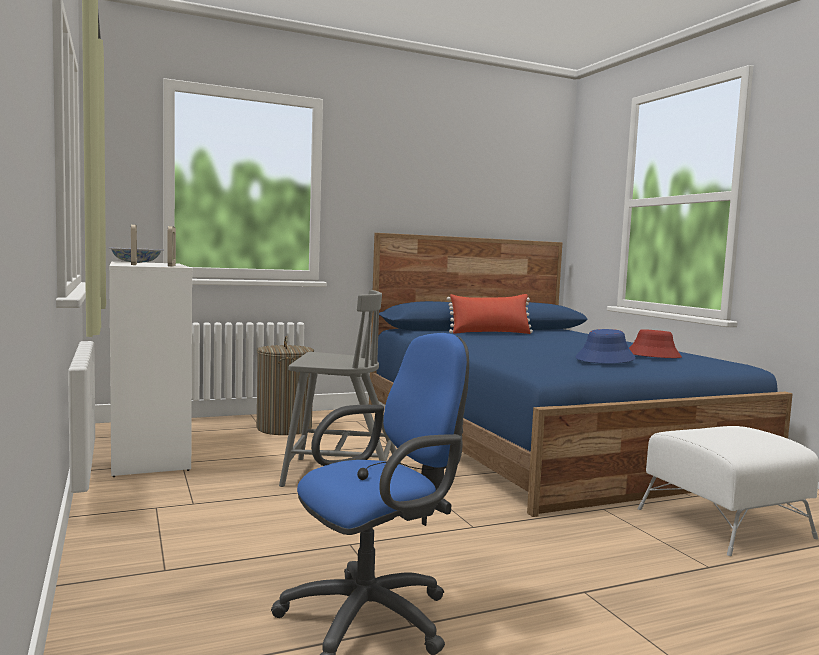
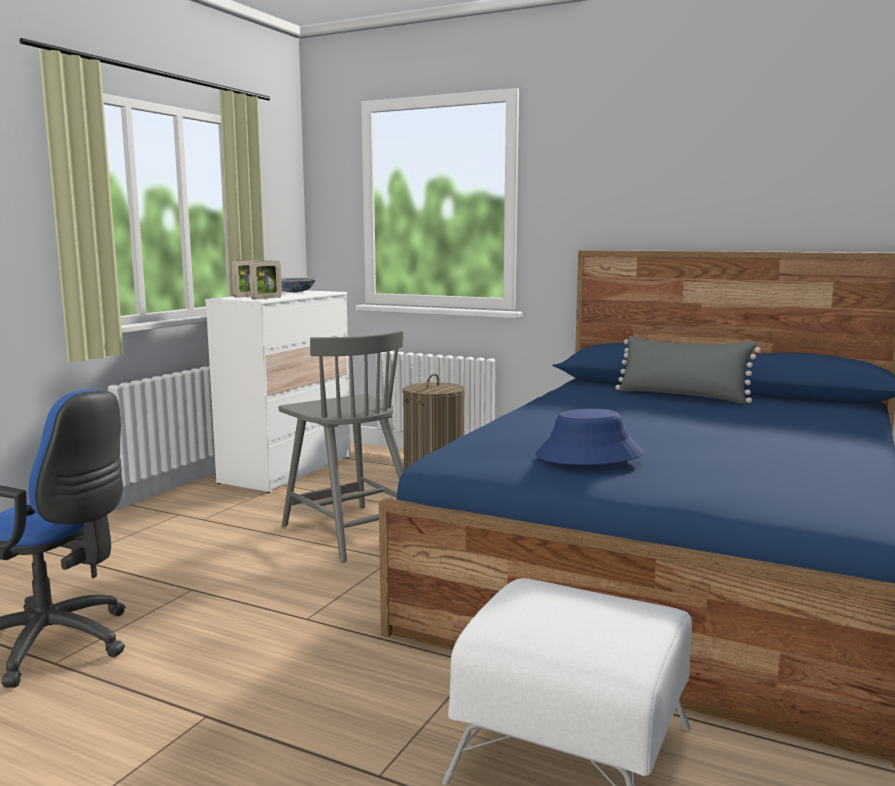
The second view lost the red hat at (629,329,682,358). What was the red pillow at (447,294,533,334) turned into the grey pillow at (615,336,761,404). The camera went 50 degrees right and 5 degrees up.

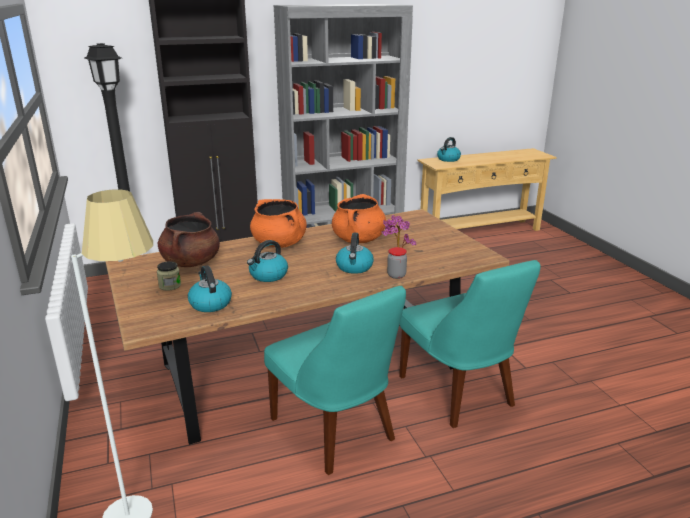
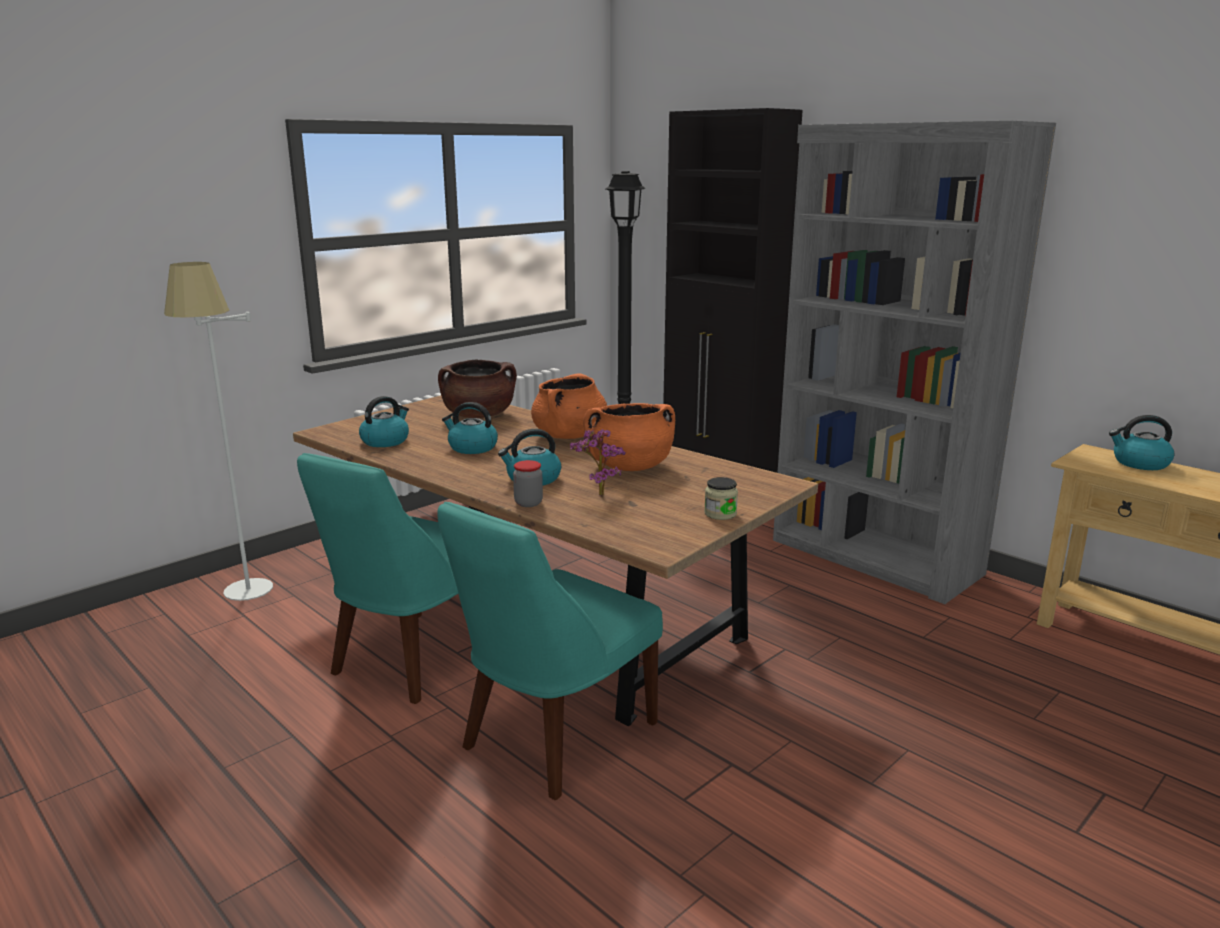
The jar ended up elsewhere, having gone from (157,261,181,291) to (704,477,738,520). The camera went 65 degrees right and 5 degrees down.

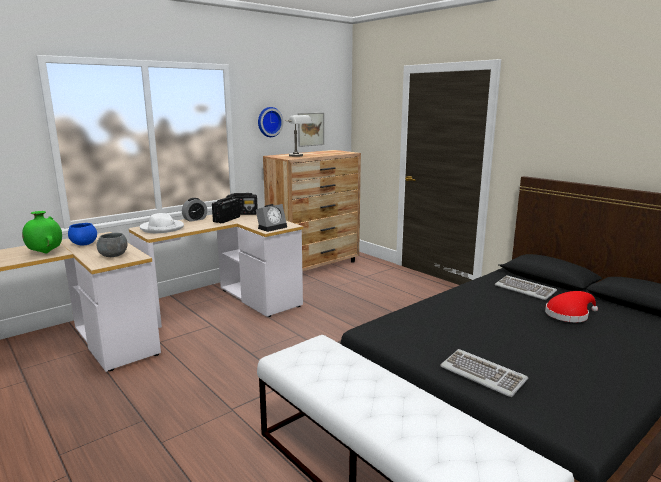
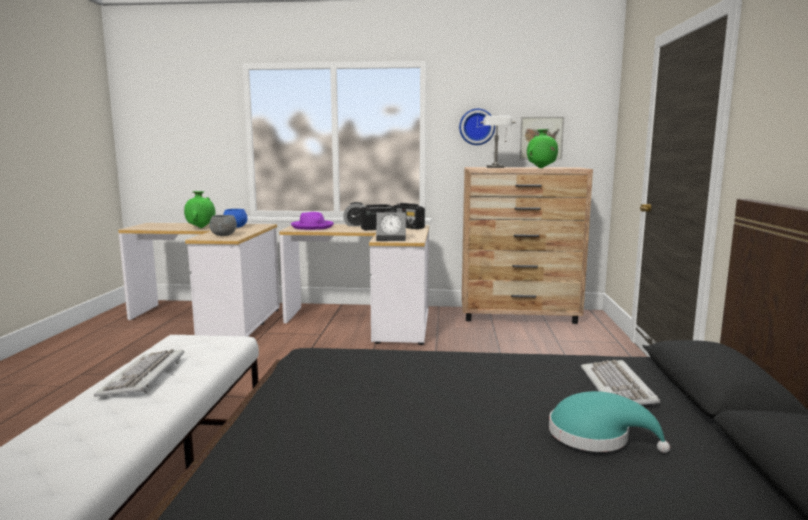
The second view gained the green vase at (527,129,558,168). The keyboard ended up elsewhere, having gone from (440,349,528,397) to (94,349,184,397). What was the white hat at (140,213,184,233) turned into the purple hat at (291,212,334,230). What was the red hat at (545,291,598,322) turned into the turquoise hat at (549,391,670,453). The camera went 45 degrees right and 5 degrees down.

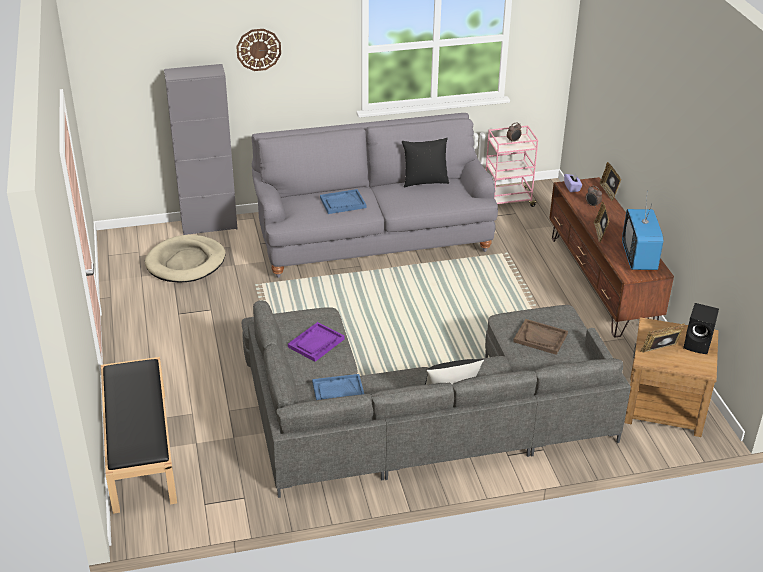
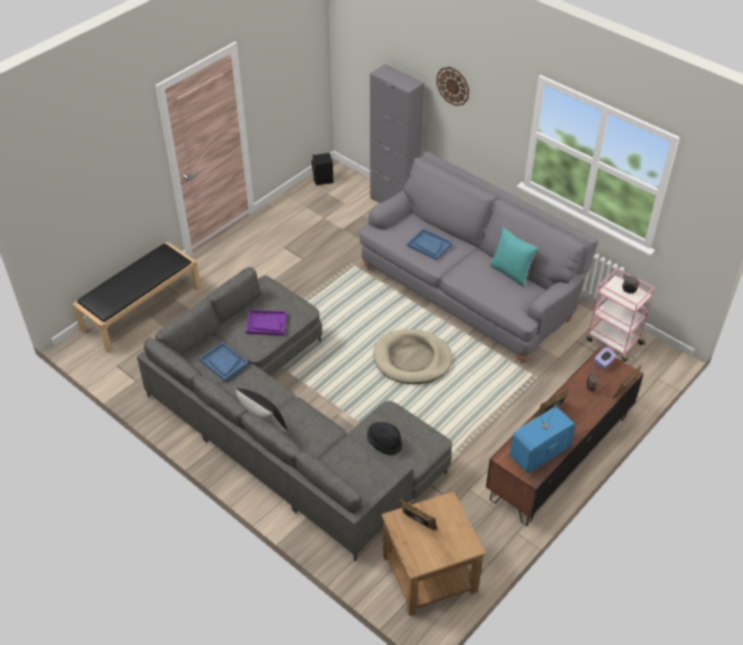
The beige dog bed ended up elsewhere, having gone from (145,235,226,283) to (373,329,452,384). The black speaker ended up elsewhere, having gone from (683,303,719,354) to (312,153,334,185). Where the brown tray stood at (513,319,568,355), the black hat came to stand at (367,422,402,455). What was the black pillow at (402,138,449,187) turned into the turquoise pillow at (489,227,539,287). The camera went 55 degrees right and 10 degrees up.

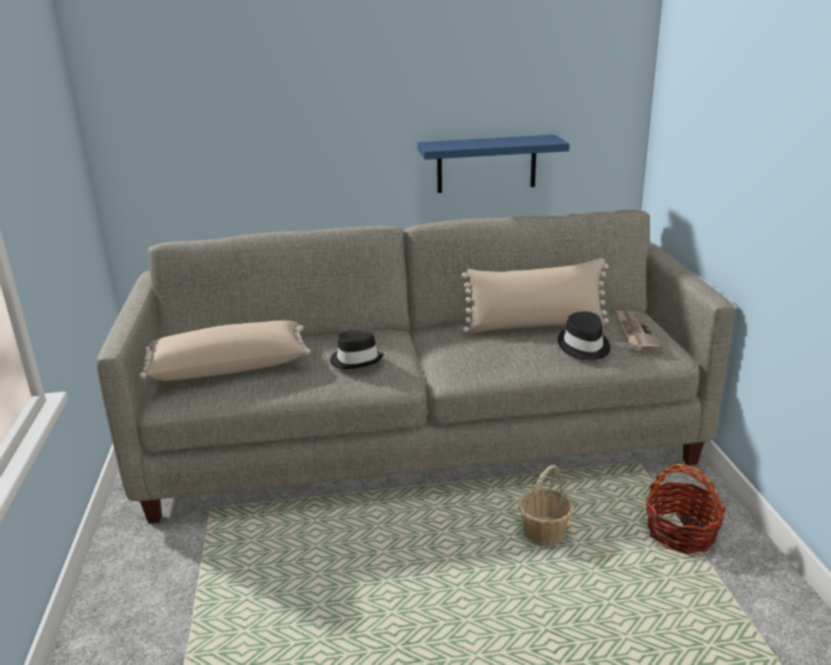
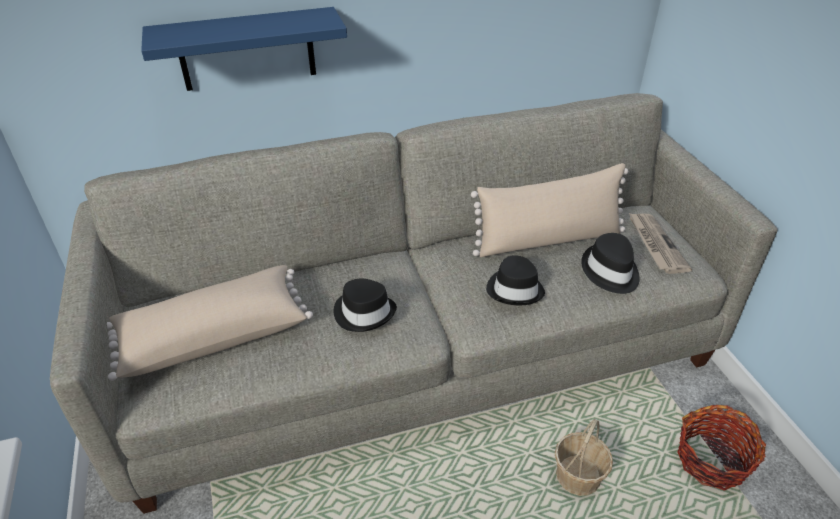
The second view gained the black hat at (486,255,545,305). The blue shelf ended up elsewhere, having gone from (417,135,570,193) to (141,7,347,91). The camera went 10 degrees left and 15 degrees up.

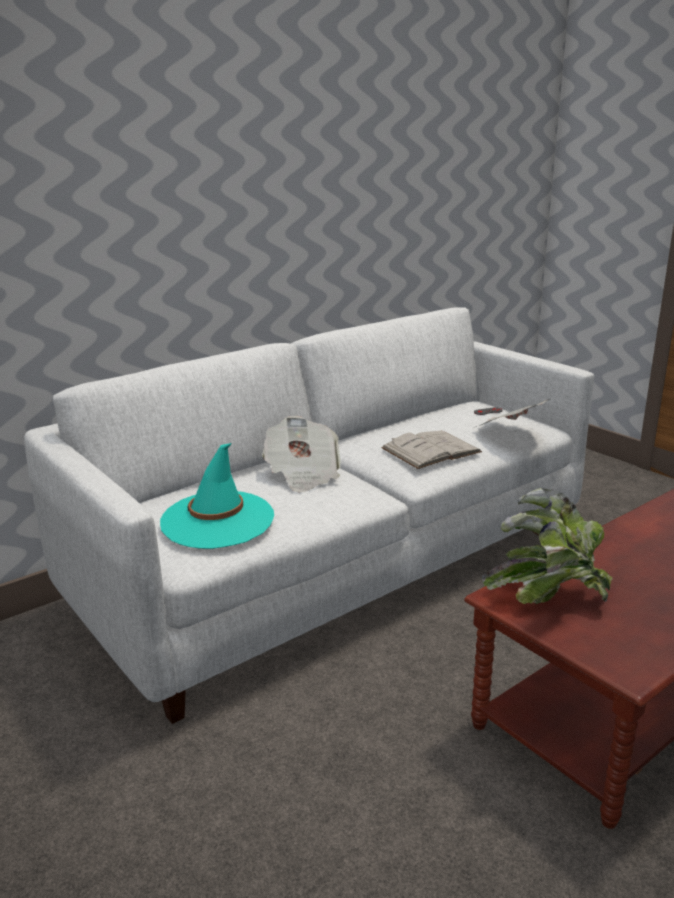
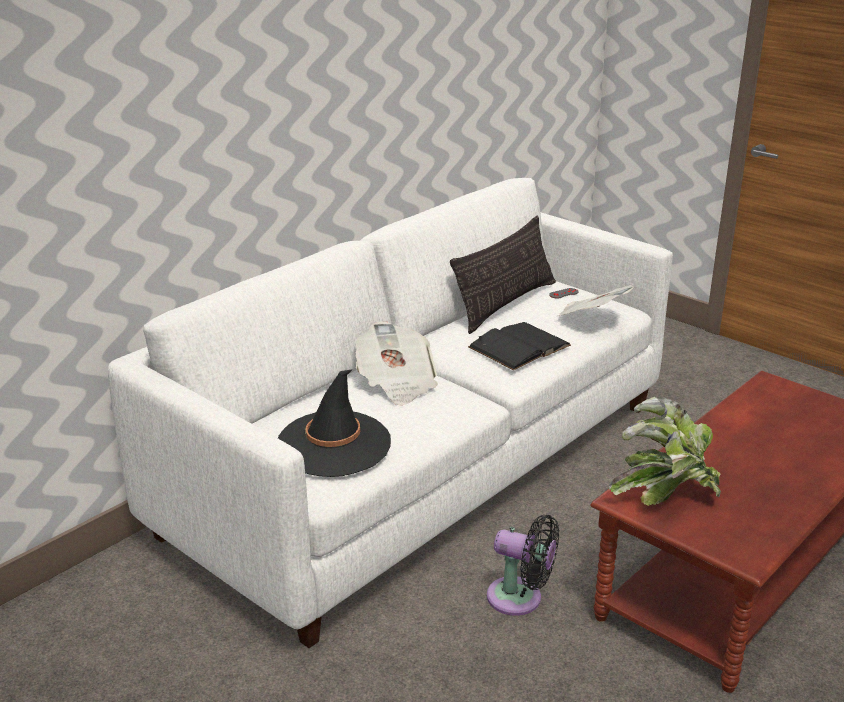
The second view gained the pillow at (450,215,556,334). The second view gained the black fan at (487,515,559,616). What was the turquoise hat at (160,443,274,549) turned into the black hat at (278,369,391,477). What was the white book at (381,430,482,469) turned into the black book at (468,322,571,370). The camera went 10 degrees left and 5 degrees up.

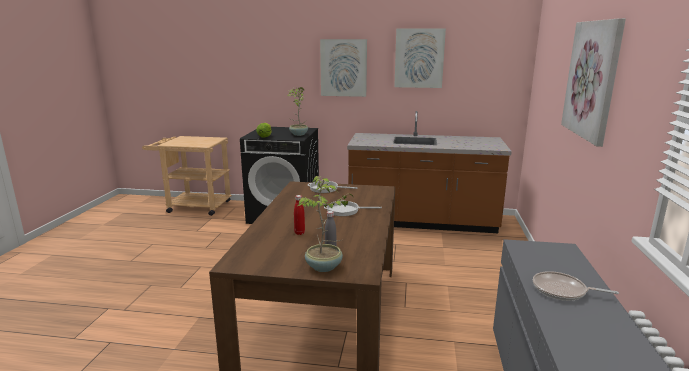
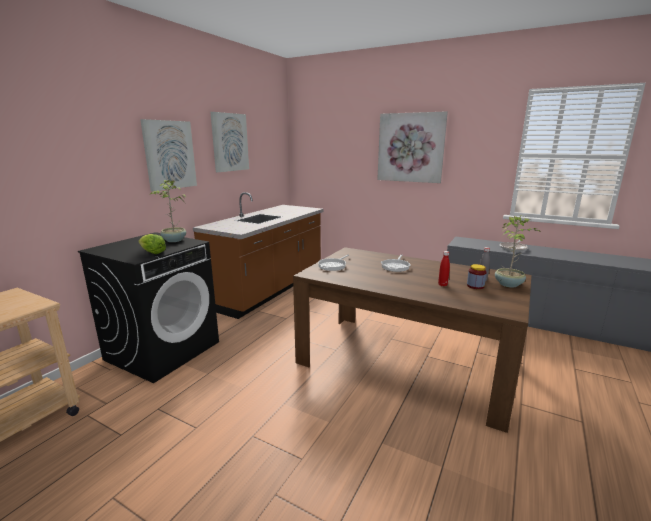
The second view gained the jar at (467,264,487,289). The camera went 70 degrees left and 0 degrees up.

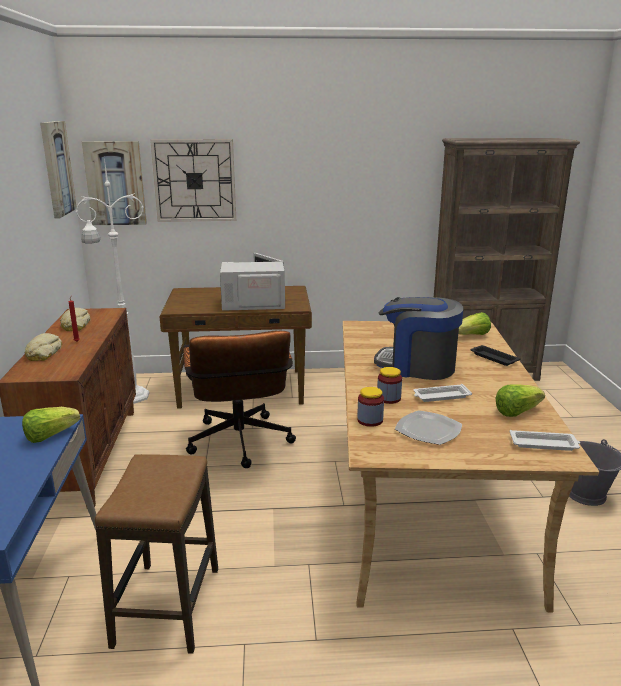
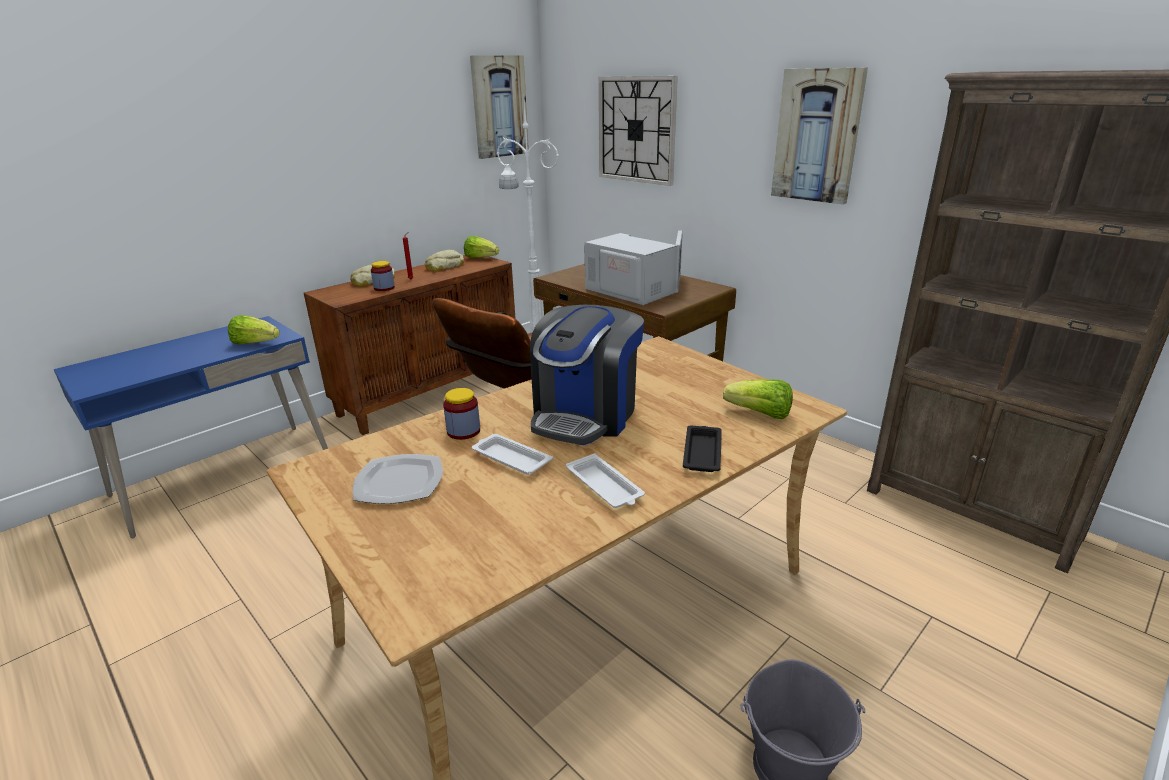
The second view lost the stool at (95,454,218,654). The picture ended up elsewhere, having gone from (82,141,147,225) to (771,67,868,205). The jar ended up elsewhere, having gone from (357,387,384,427) to (371,261,395,291). The lettuce ended up elsewhere, having gone from (496,384,545,417) to (464,236,499,258). The white tray ended up elsewhere, having gone from (510,430,580,451) to (566,453,645,508). The coffee machine at (374,297,464,380) ended up facing another way, 135 degrees counterclockwise from before. The camera went 50 degrees right and 5 degrees up.

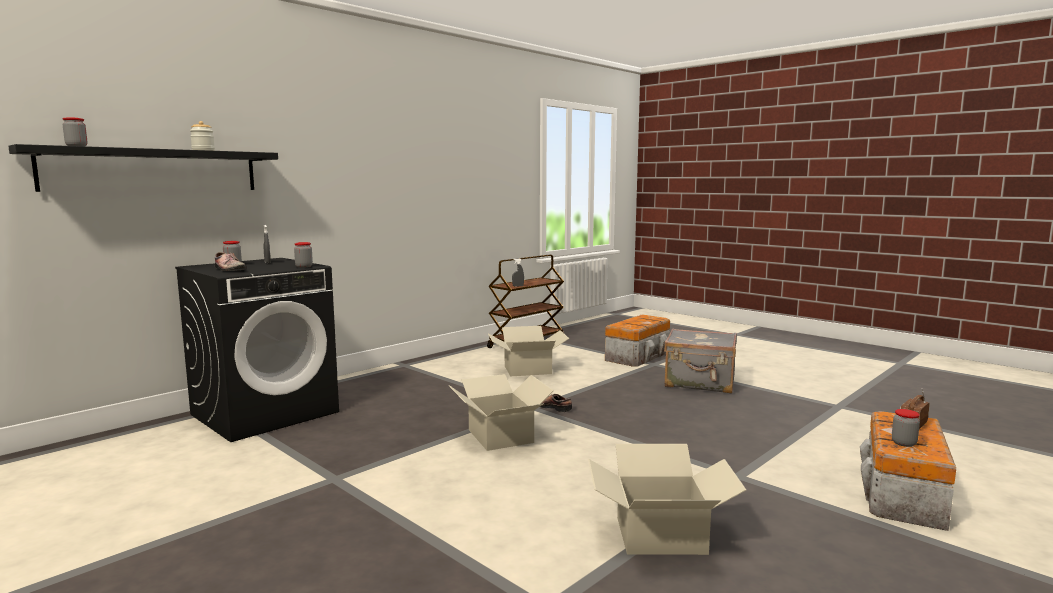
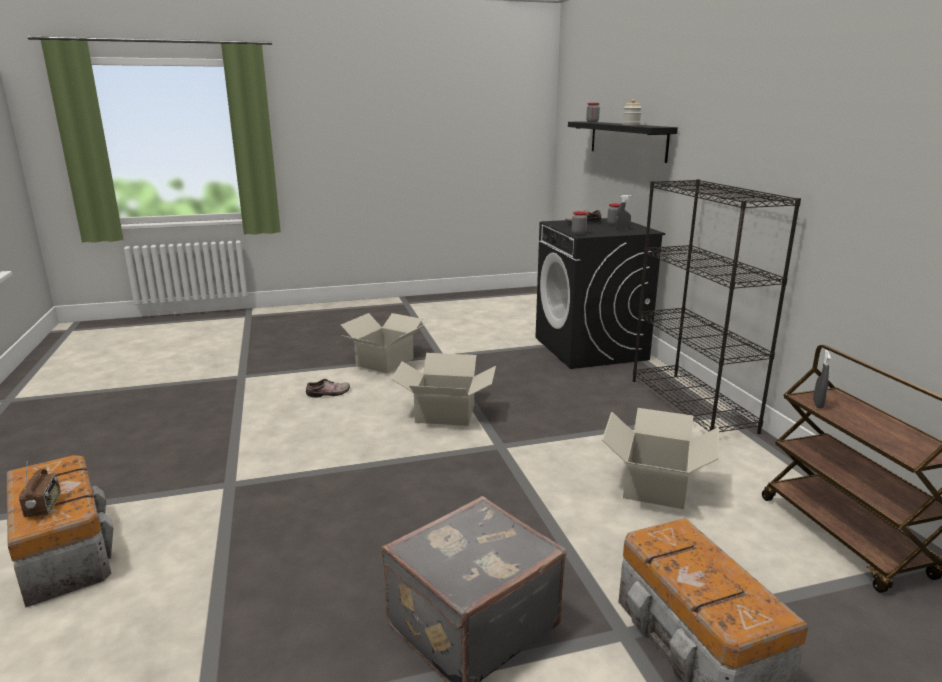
The second view lost the jar at (892,409,920,447). The second view gained the black bookcase at (633,179,801,434). The shoe ended up elsewhere, having gone from (540,394,572,412) to (306,379,350,398). The cardboard box ended up elsewhere, having gone from (588,444,746,555) to (341,313,426,373). The camera went 120 degrees right and 10 degrees up.

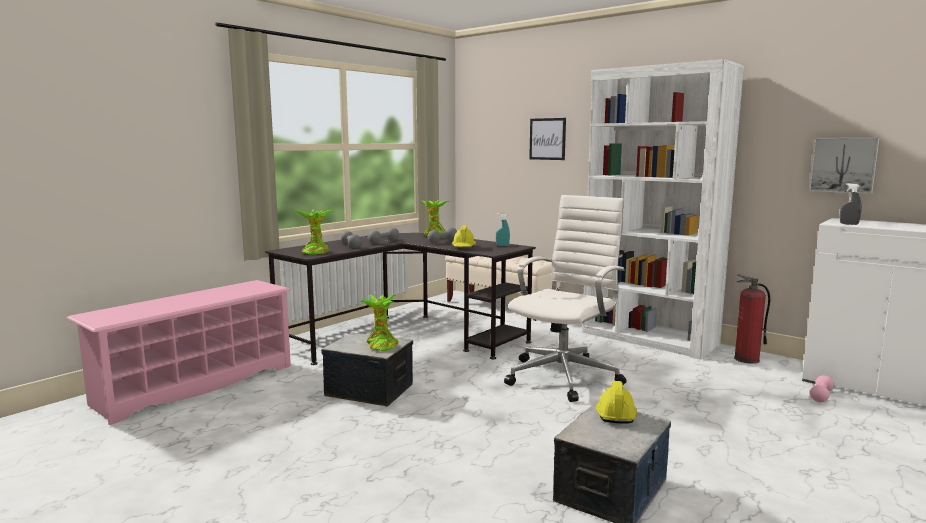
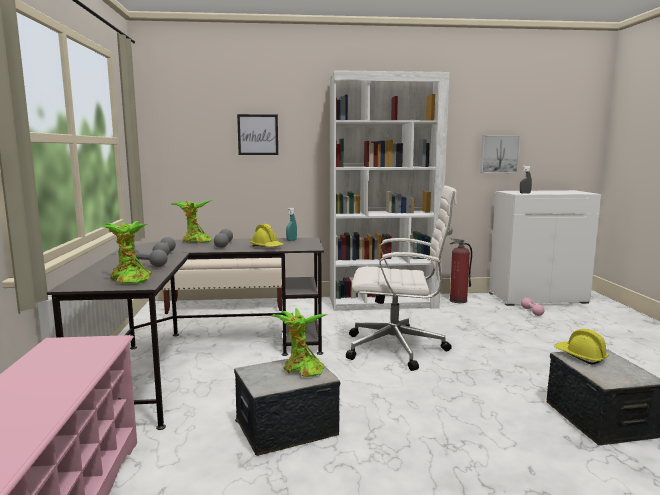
The white office chair at (504,195,626,402) ended up facing another way, 105 degrees clockwise from before. The camera went 45 degrees left and 0 degrees up.

